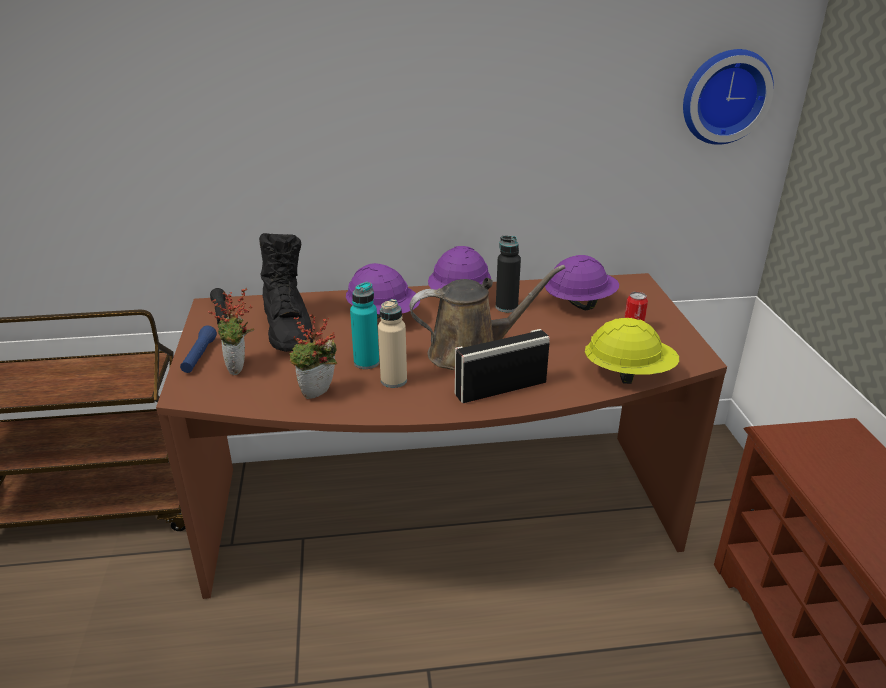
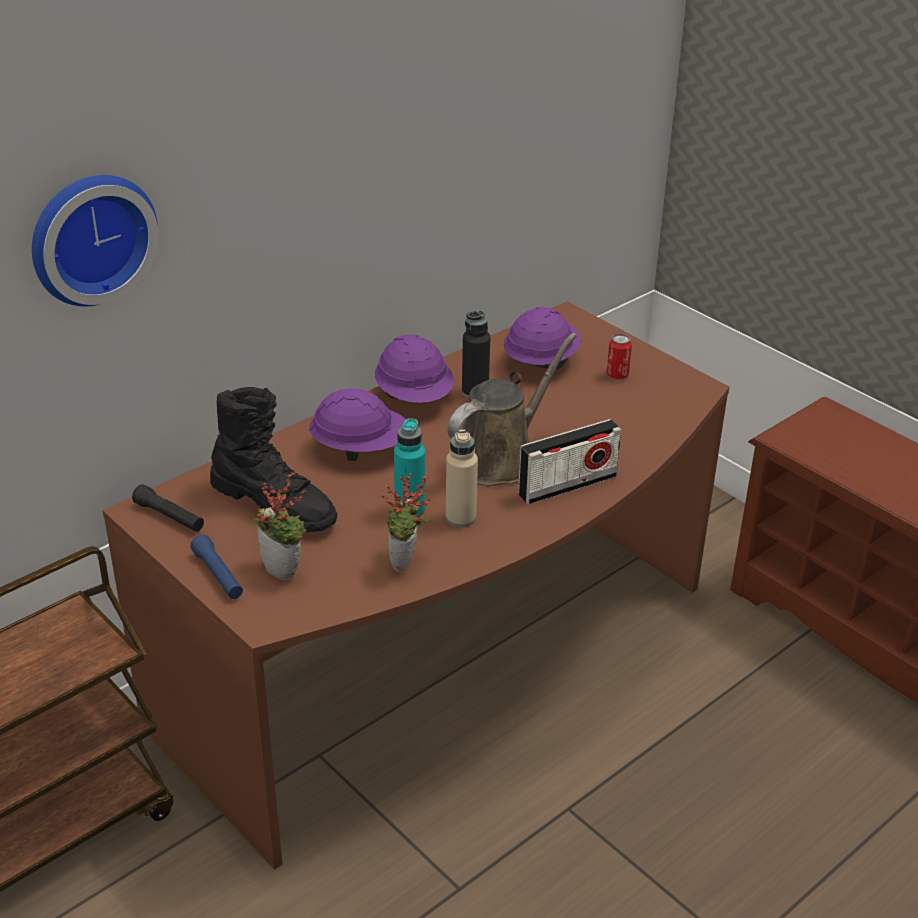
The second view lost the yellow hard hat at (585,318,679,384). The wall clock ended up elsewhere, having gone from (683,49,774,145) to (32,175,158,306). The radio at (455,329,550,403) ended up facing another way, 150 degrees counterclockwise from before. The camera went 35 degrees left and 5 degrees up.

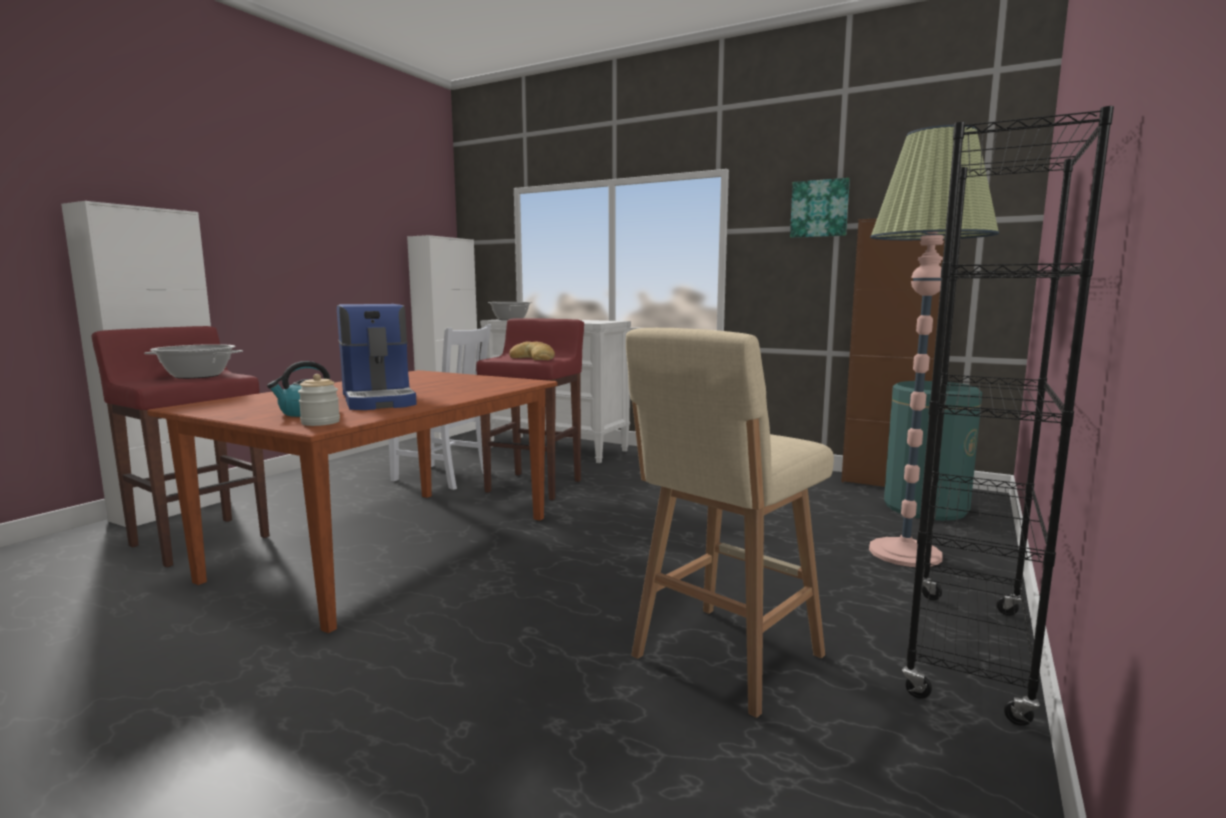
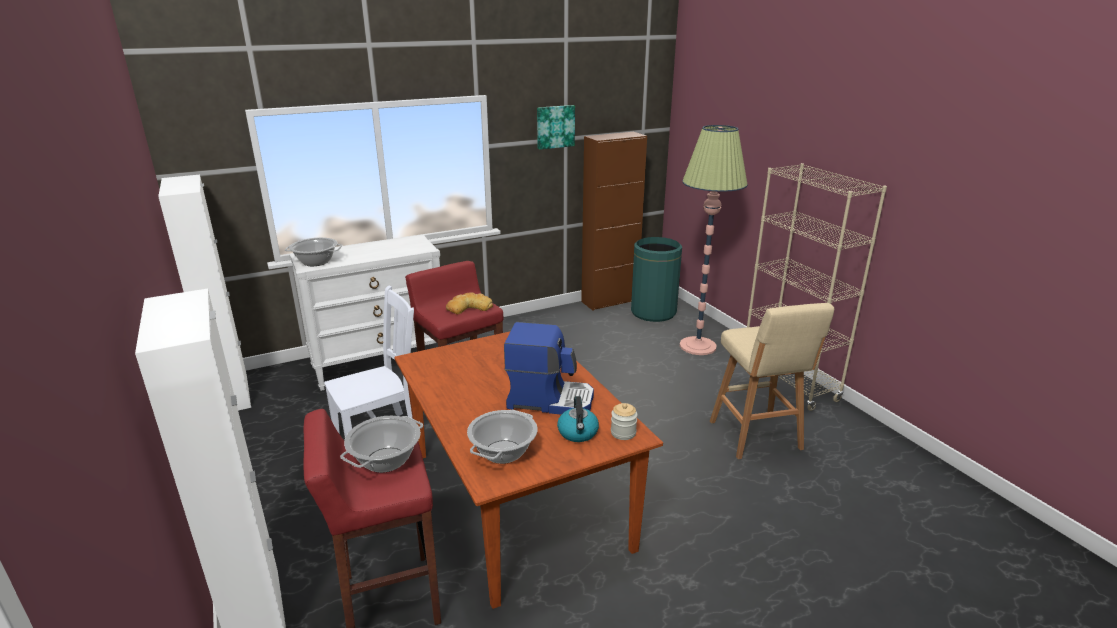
The second view gained the cooking pot at (467,410,538,464). What was the black bookcase at (902,106,1114,726) turned into the beige bookcase at (747,163,887,411). The camera went 55 degrees left and 15 degrees up.

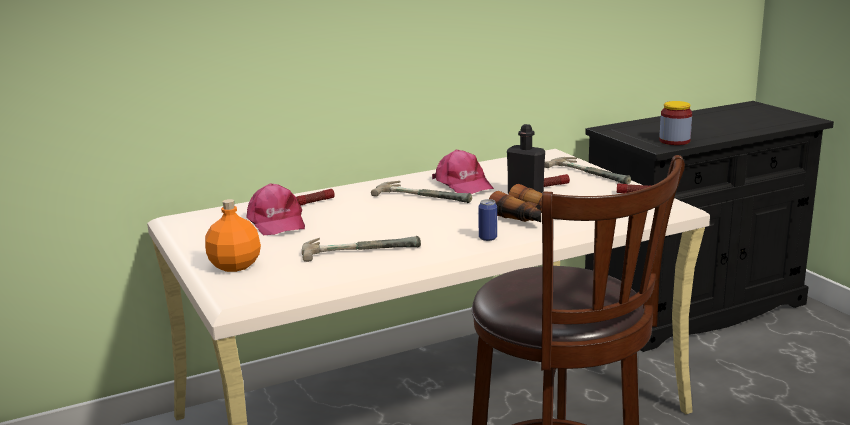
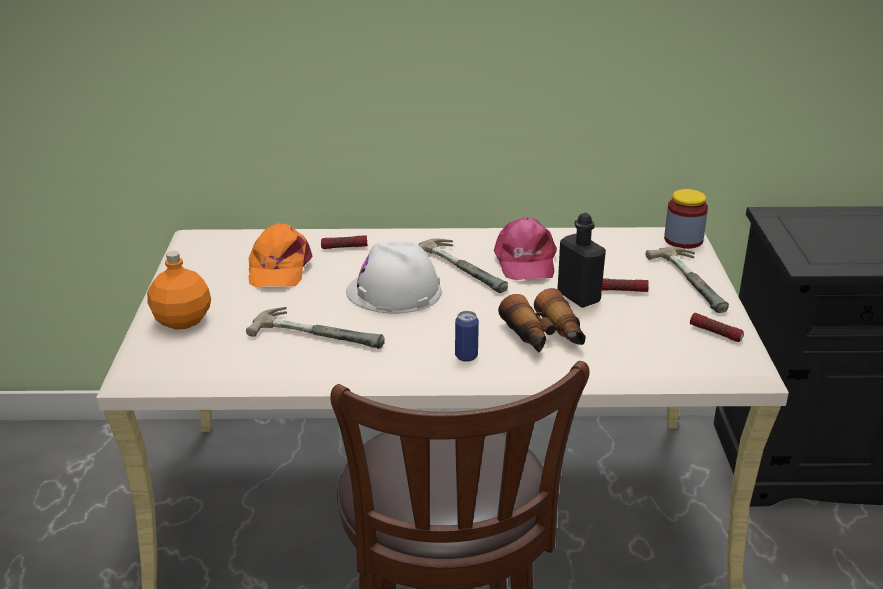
The second view gained the white hard hat at (346,242,442,313). The jar ended up elsewhere, having gone from (659,101,692,145) to (664,189,708,249). What was the pink cap at (246,184,305,235) turned into the orange cap at (249,223,313,287). The camera went 25 degrees right and 10 degrees up.

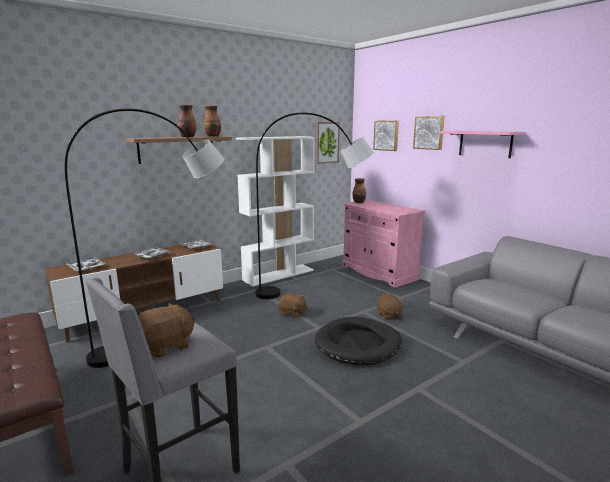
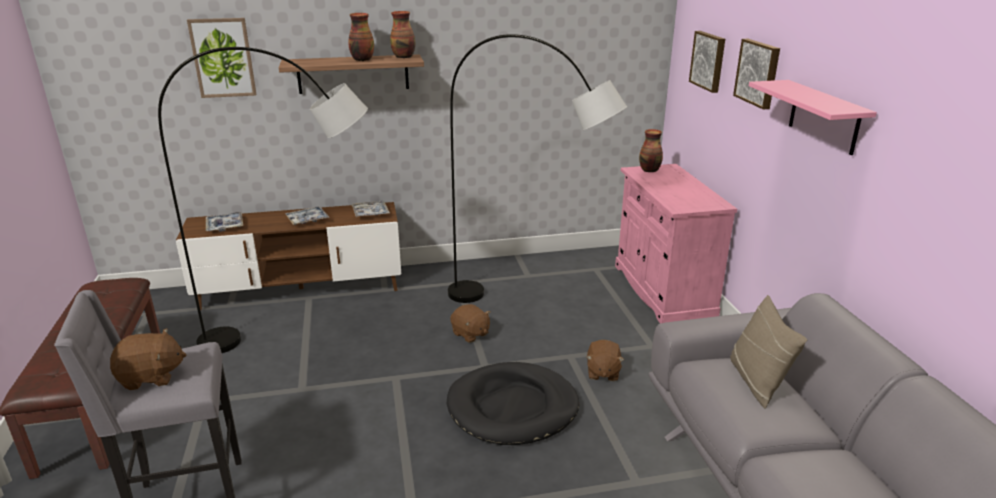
The second view lost the white bookcase at (236,136,315,287). The second view gained the beige pillow at (730,295,807,409). The picture ended up elsewhere, having gone from (316,122,340,164) to (187,18,256,98). The camera went 25 degrees right and 10 degrees up.

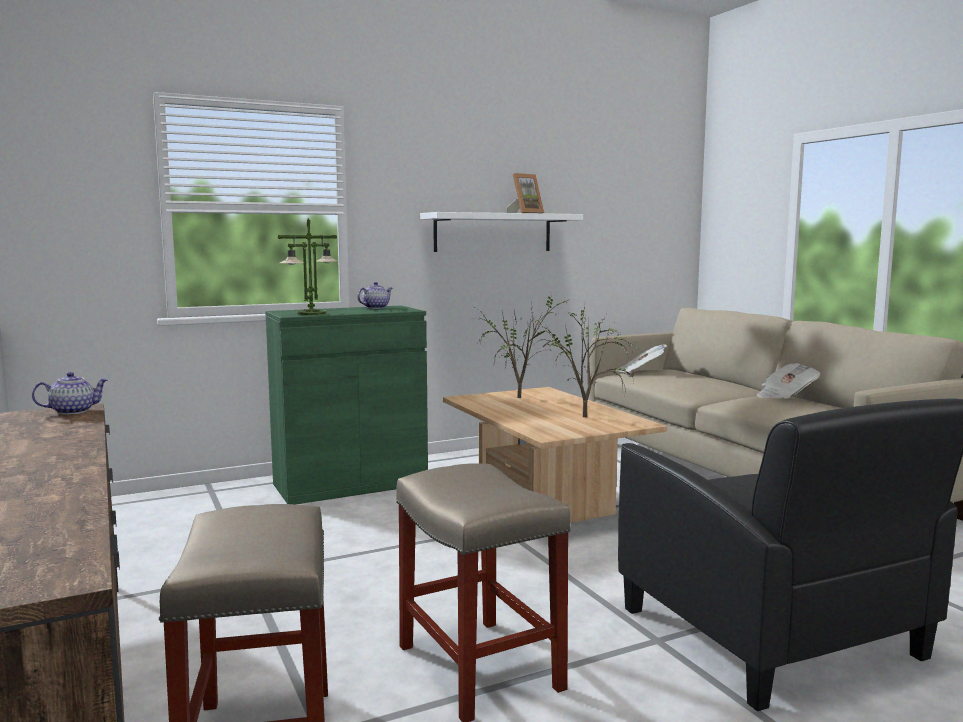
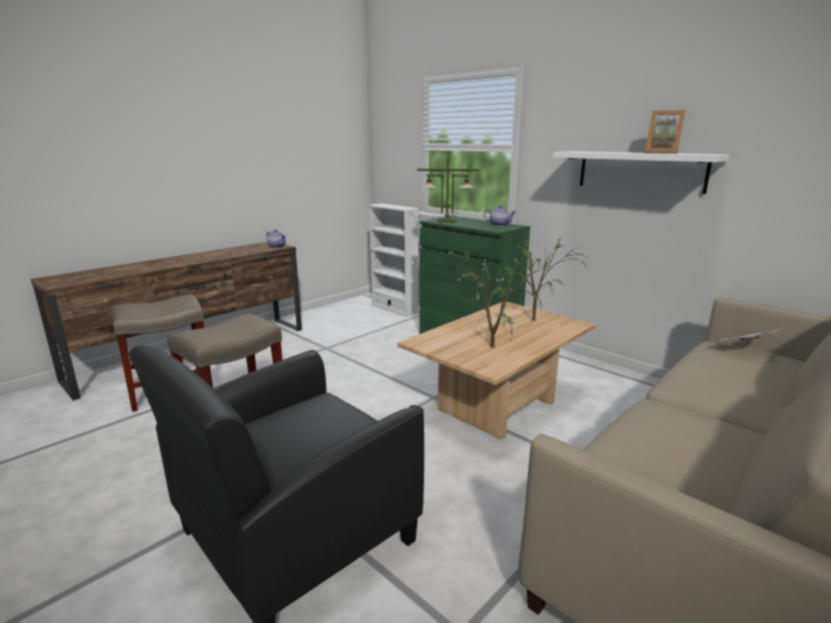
The second view lost the newspaper at (757,363,820,399). The second view gained the white bookcase at (368,203,419,317). The camera went 70 degrees right and 10 degrees up.

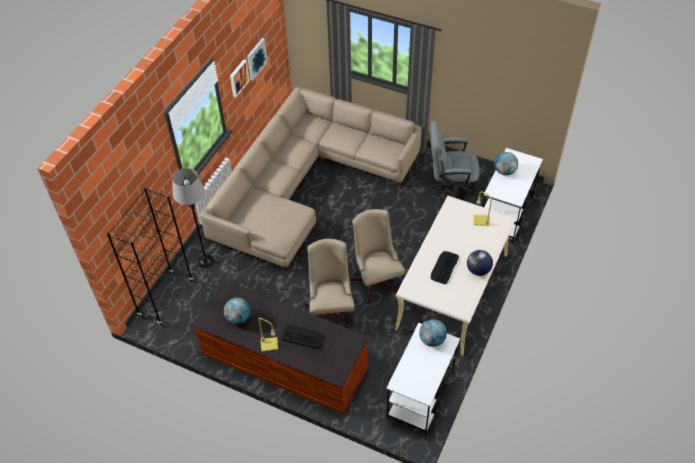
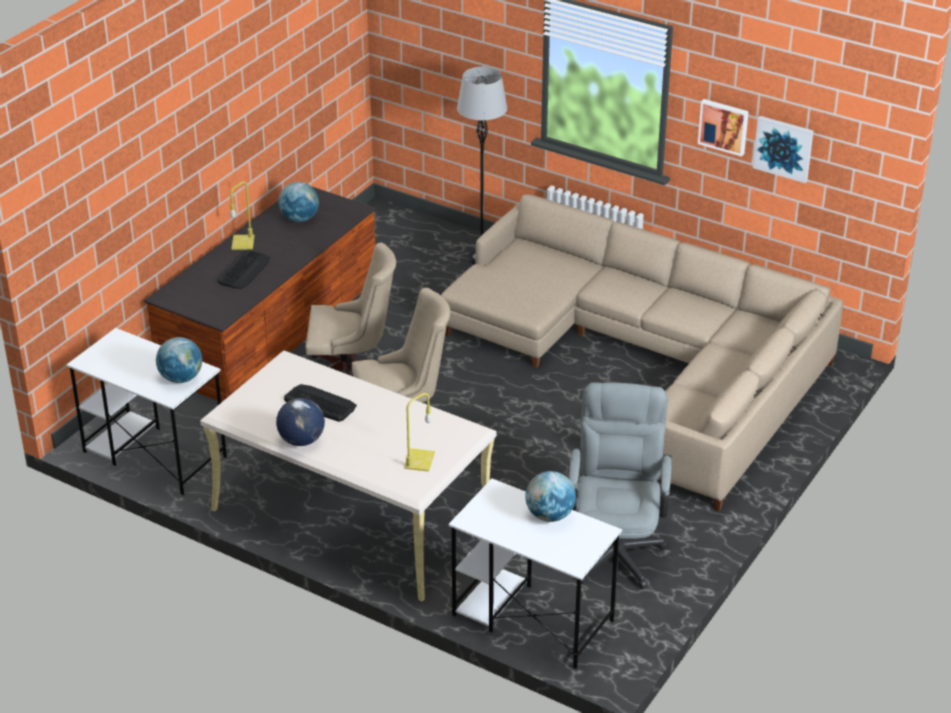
The second view lost the black bookcase at (107,188,193,325). The camera went 95 degrees right and 15 degrees down.

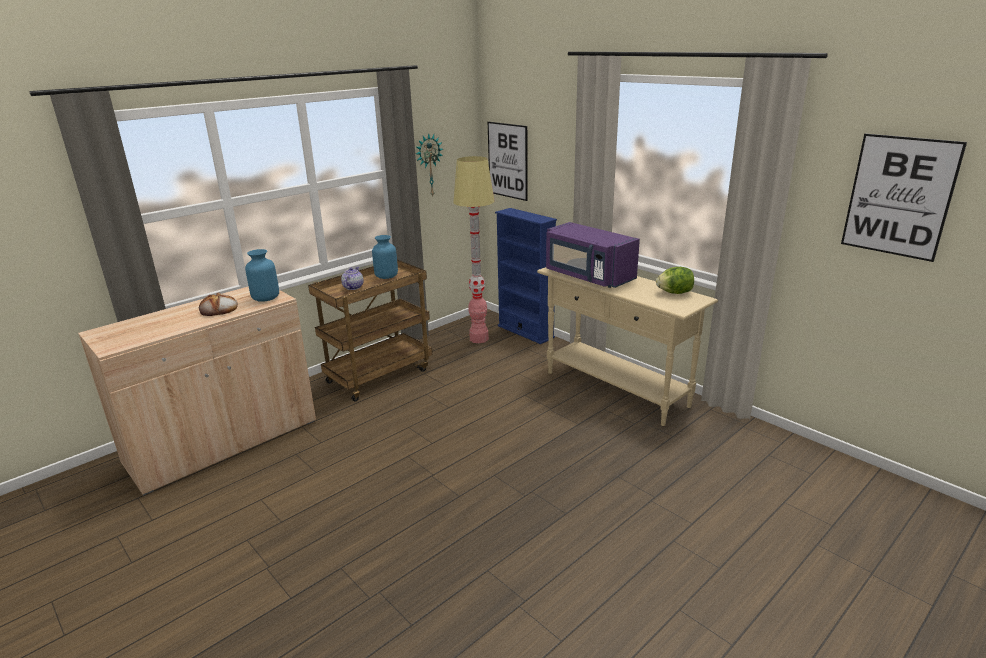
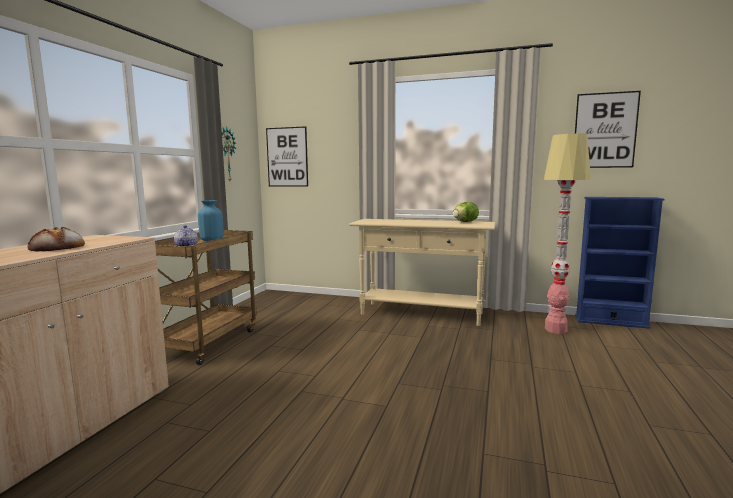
The second view lost the blue vase at (245,249,279,302). The second view lost the purple microwave at (546,222,640,288). The floor lamp ended up elsewhere, having gone from (453,156,494,343) to (544,133,591,334). The blue bookcase ended up elsewhere, having gone from (495,208,557,344) to (575,197,665,329). The camera went 30 degrees left and 15 degrees down.

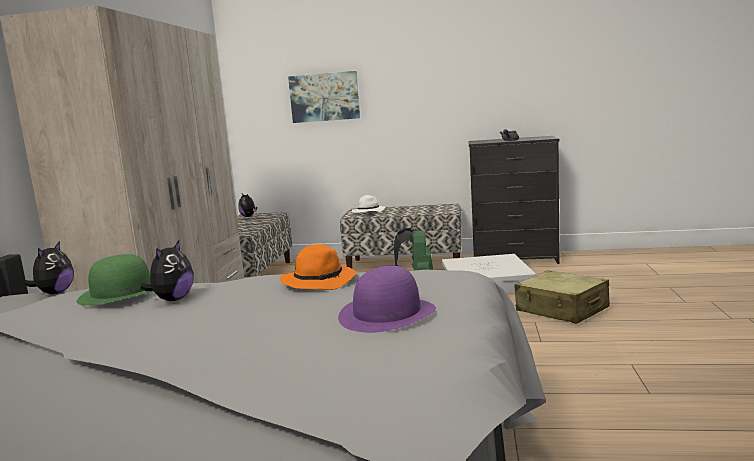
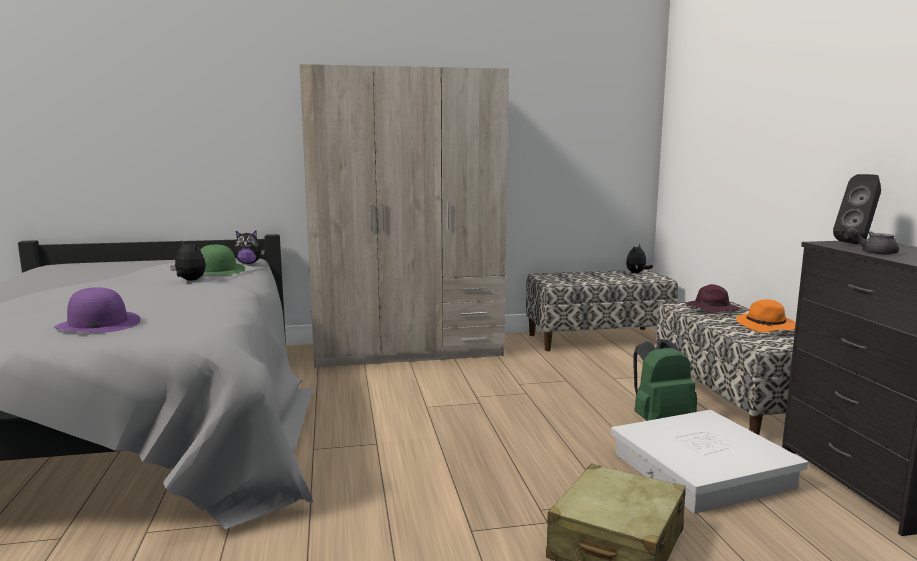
The second view lost the picture at (288,71,360,123). The second view gained the black speaker at (833,174,881,244). The orange hat ended up elsewhere, having gone from (280,244,357,290) to (736,299,796,332). What was the white hat at (352,195,385,213) turned into the purple hat at (685,284,740,313). The plush toy at (140,240,194,301) ended up facing another way, 150 degrees counterclockwise from before. The camera went 70 degrees right and 0 degrees up.

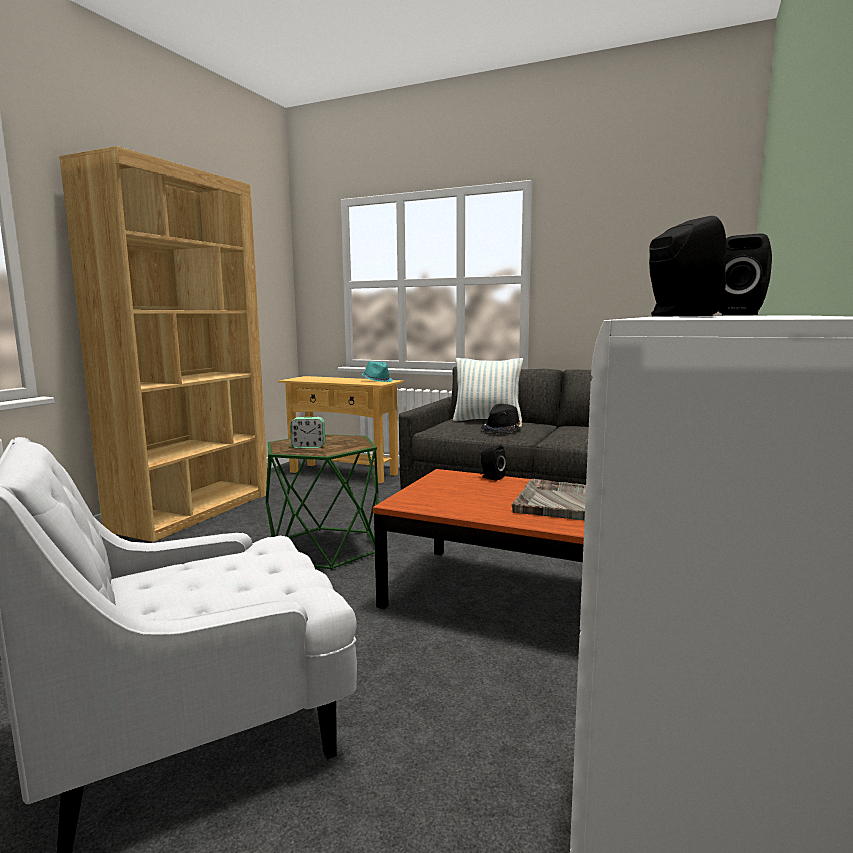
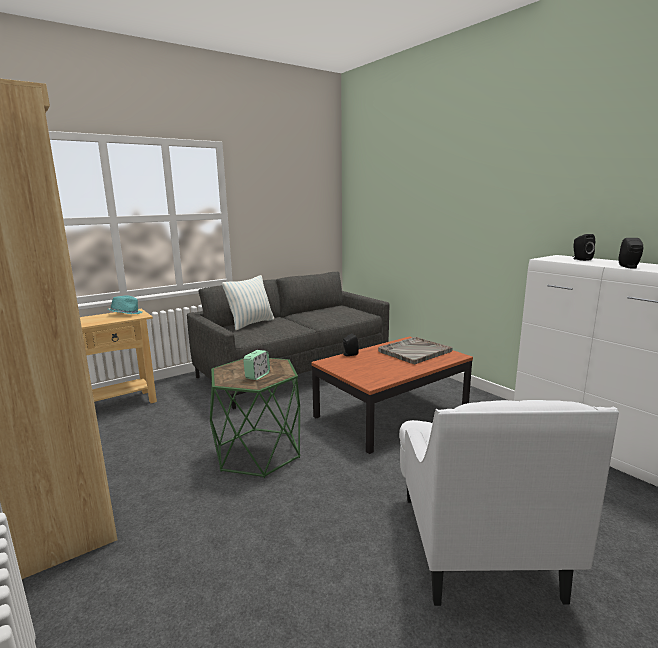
The second view lost the black hat at (482,404,522,434). The camera went 60 degrees left and 5 degrees up.

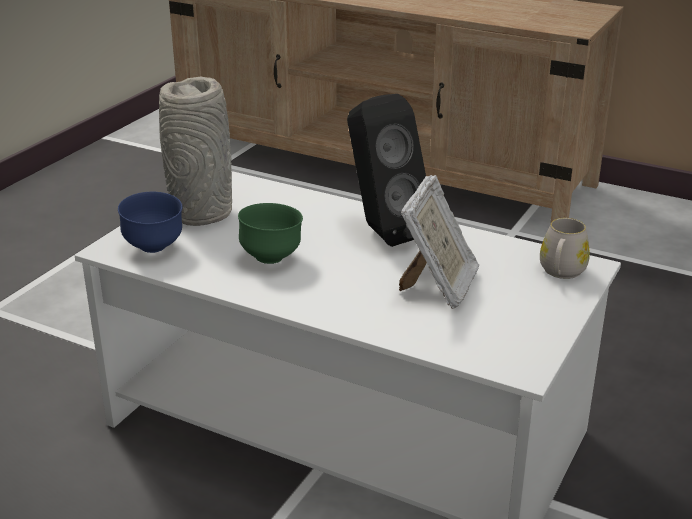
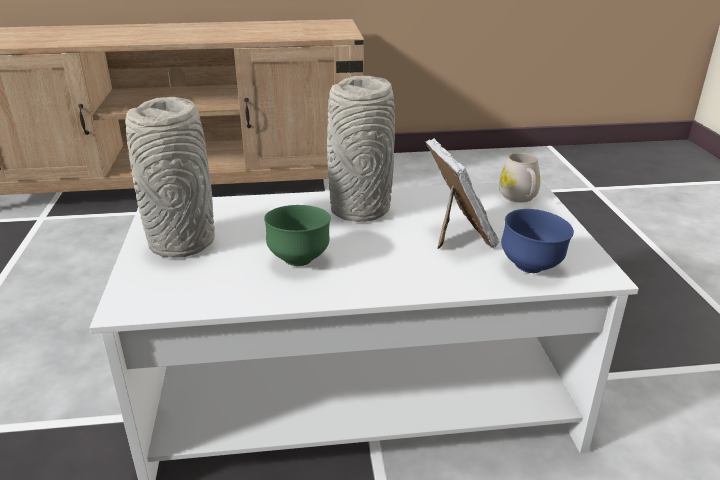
The blue bowl ended up elsewhere, having gone from (118,192,182,253) to (501,209,574,273). Where the black speaker stood at (347,94,426,247), the grey vase came to stand at (327,76,395,222). The camera went 35 degrees left and 0 degrees up.

